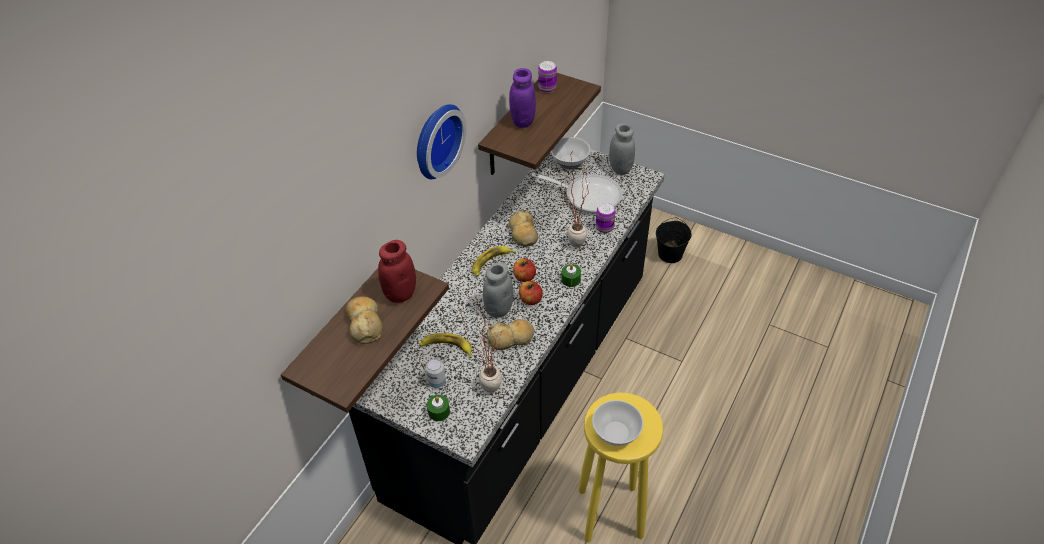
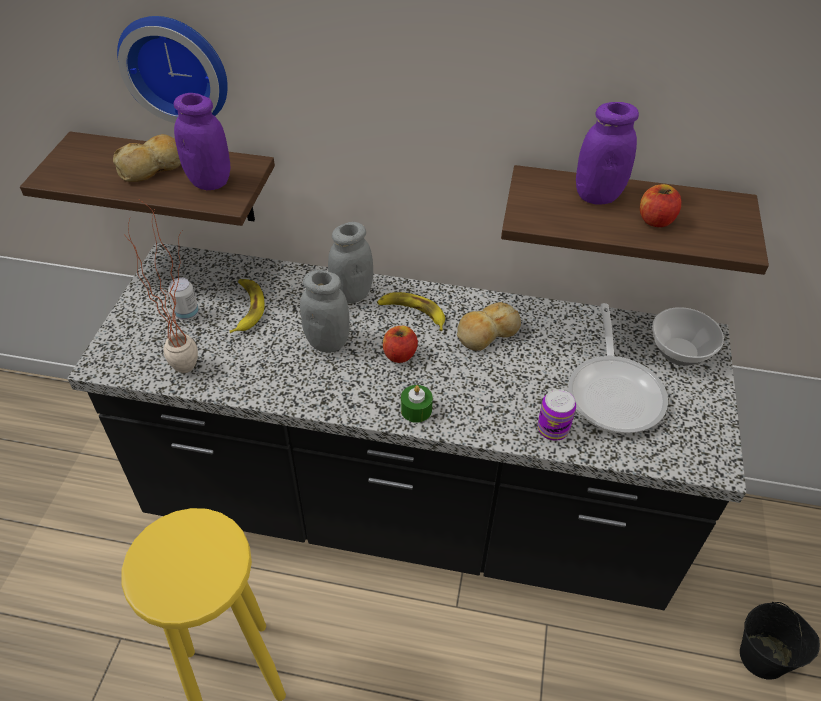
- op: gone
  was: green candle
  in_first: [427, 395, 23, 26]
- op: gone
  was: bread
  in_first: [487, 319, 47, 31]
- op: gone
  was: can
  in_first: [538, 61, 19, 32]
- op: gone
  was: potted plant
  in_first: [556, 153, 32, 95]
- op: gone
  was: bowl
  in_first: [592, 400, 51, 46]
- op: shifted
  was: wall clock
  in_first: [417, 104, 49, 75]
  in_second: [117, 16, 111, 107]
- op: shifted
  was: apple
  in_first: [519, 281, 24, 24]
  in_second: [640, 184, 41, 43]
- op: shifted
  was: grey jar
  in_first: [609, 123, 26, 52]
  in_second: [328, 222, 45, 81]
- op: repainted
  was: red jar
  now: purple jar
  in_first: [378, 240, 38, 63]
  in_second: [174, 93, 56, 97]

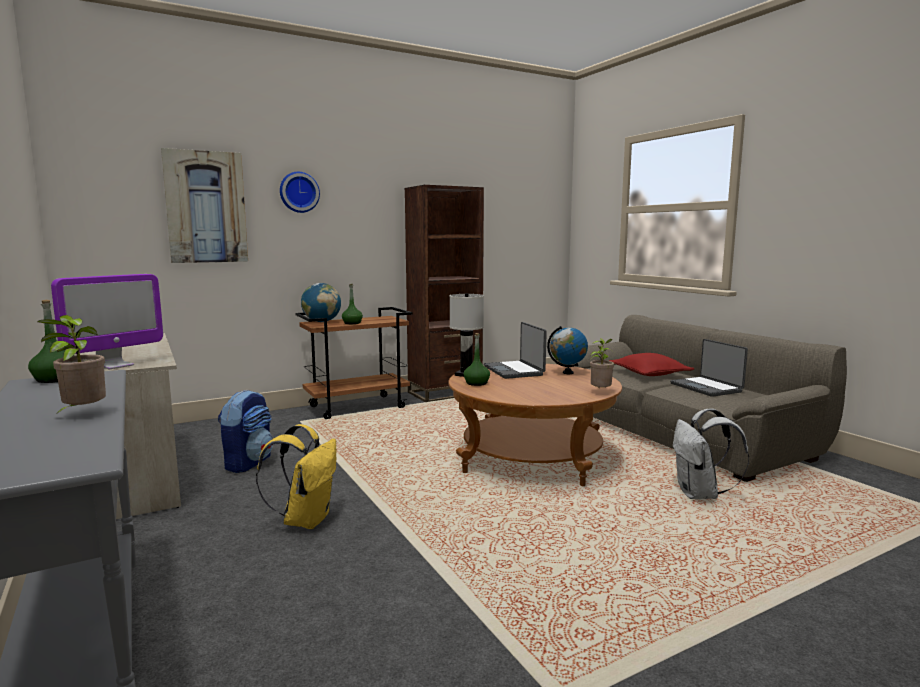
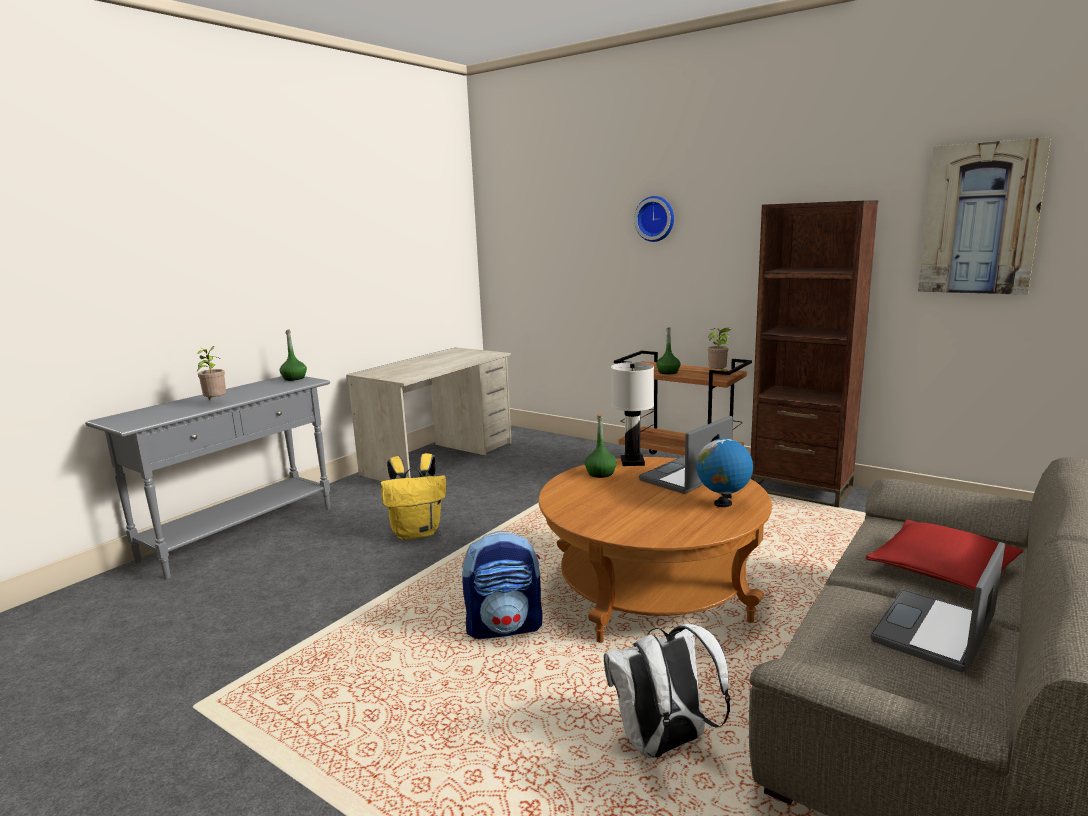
- op: gone
  was: monitor
  in_first: [51, 274, 112, 95]
- op: gone
  was: globe
  in_first: [301, 283, 40, 39]
- op: shifted
  was: picture
  in_first: [161, 148, 87, 115]
  in_second: [918, 137, 133, 158]
- op: shifted
  was: backpack
  in_first: [218, 390, 55, 83]
  in_second: [462, 531, 81, 108]
- op: shifted
  was: potted plant
  in_first: [590, 338, 24, 51]
  in_second: [708, 327, 24, 44]

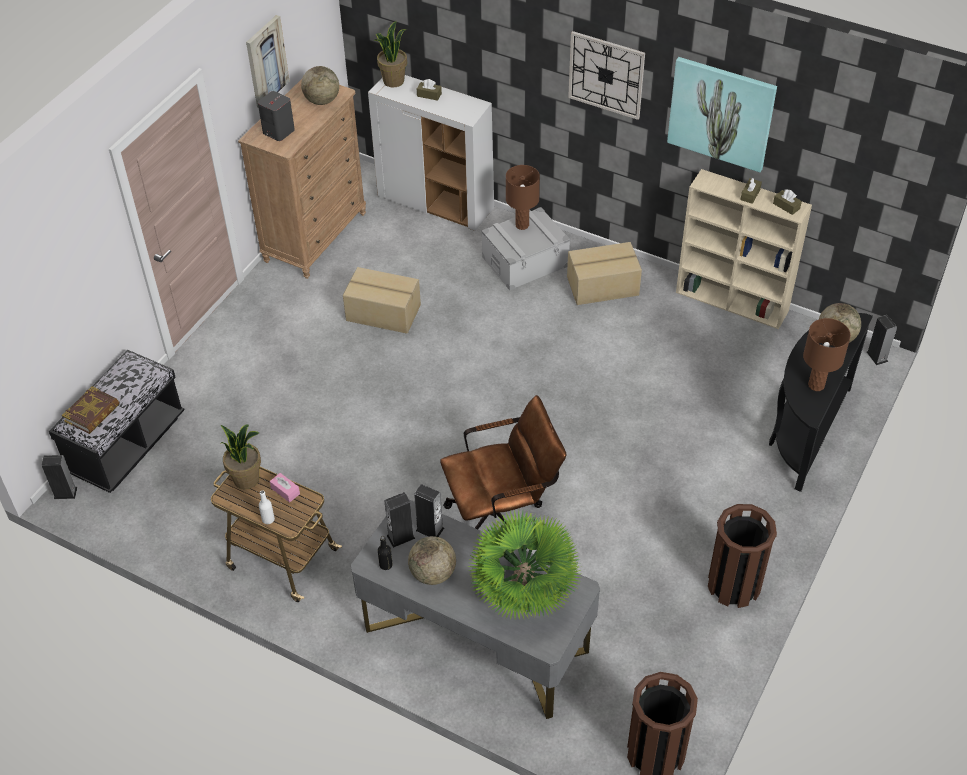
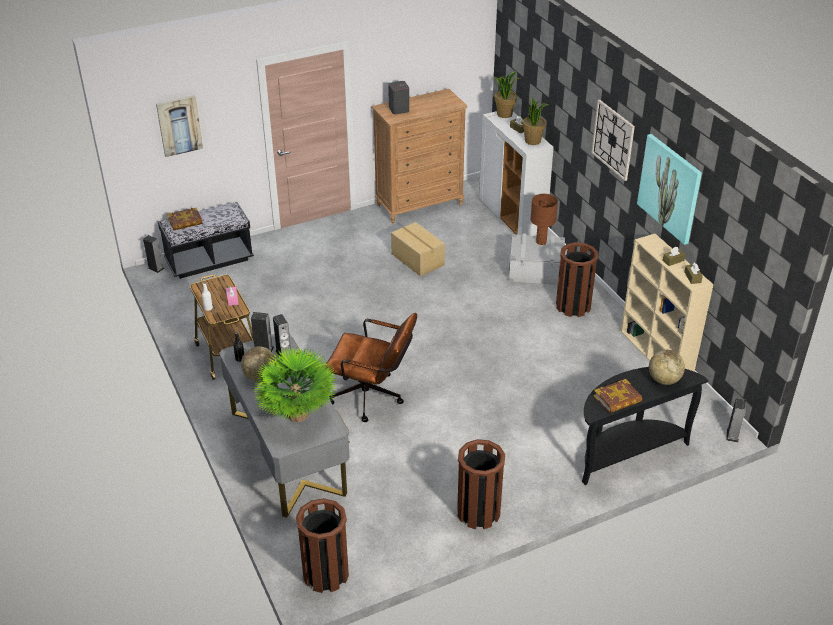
- op: gone
  was: globe
  in_first: [301, 66, 38, 39]
- op: shifted
  was: potted plant
  in_first: [220, 425, 41, 64]
  in_second: [523, 97, 25, 48]
- op: shifted
  was: picture
  in_first: [246, 15, 43, 93]
  in_second: [156, 95, 47, 62]
- op: swapped
  was: cardboard box
  now: brown trash can
  in_first: [567, 242, 75, 63]
  in_second: [556, 242, 42, 75]
- op: swapped
  was: brown table lamp
  now: book
  in_first: [803, 318, 48, 73]
  in_second: [594, 379, 48, 34]

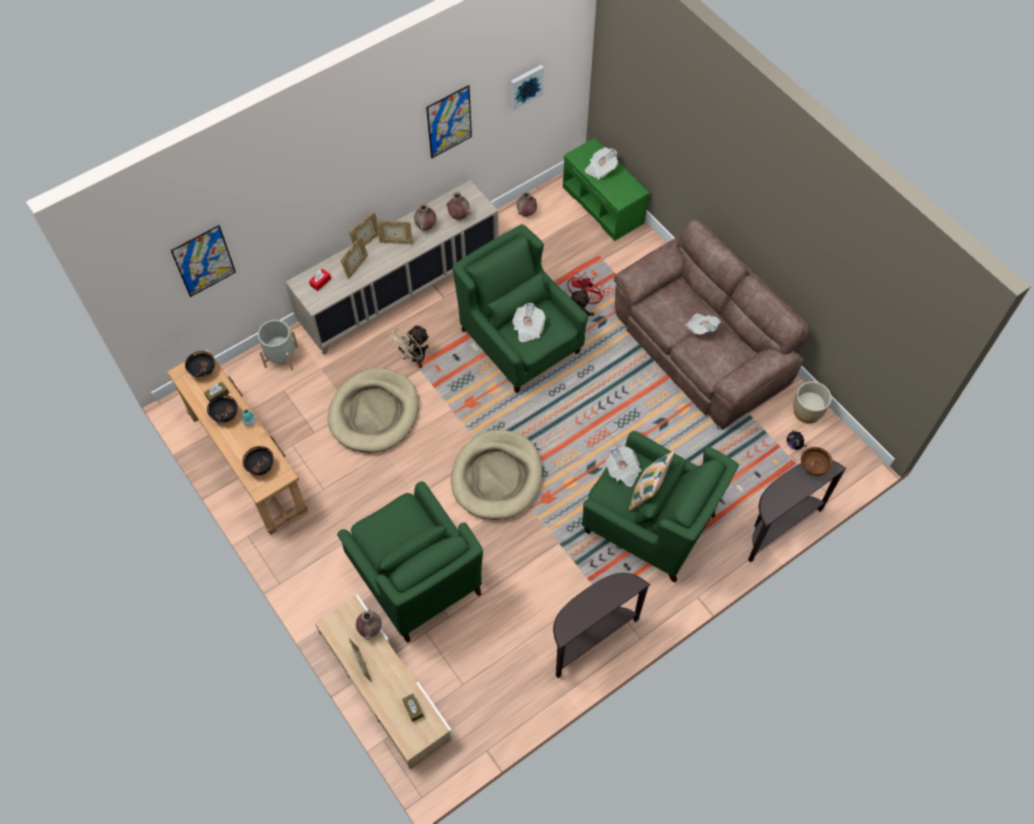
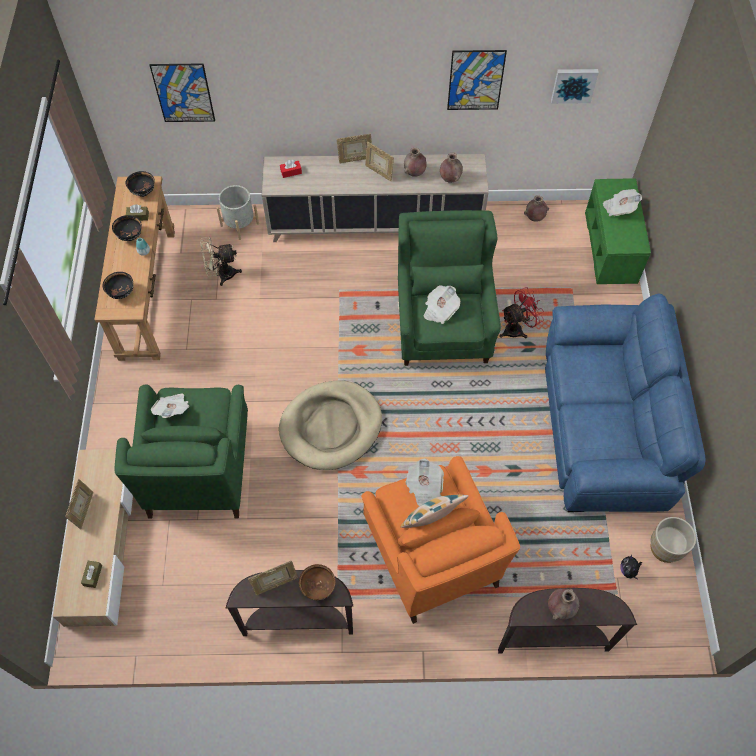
- op: gone
  was: beige dog bed
  in_first: [328, 368, 91, 85]
- op: shifted
  was: picture frame
  in_first: [340, 236, 28, 43]
  in_second: [248, 561, 50, 34]
- op: shifted
  was: brown vase
  in_first: [356, 610, 26, 30]
  in_second: [548, 588, 31, 32]
- op: shifted
  was: beige fan
  in_first: [389, 325, 41, 43]
  in_second: [200, 236, 42, 50]
- op: shifted
  was: newspaper
  in_first: [685, 314, 36, 20]
  in_second: [151, 393, 38, 25]
- op: shifted
  was: brown bowl
  in_first: [801, 447, 31, 29]
  in_second: [299, 564, 37, 36]
- op: repainted
  was: green armchair
  now: orange armchair
  in_first: [582, 431, 157, 152]
  in_second: [361, 456, 159, 168]
- op: repainted
  was: brown sofa
  now: blue sofa
  in_first: [614, 220, 195, 209]
  in_second: [545, 293, 161, 219]

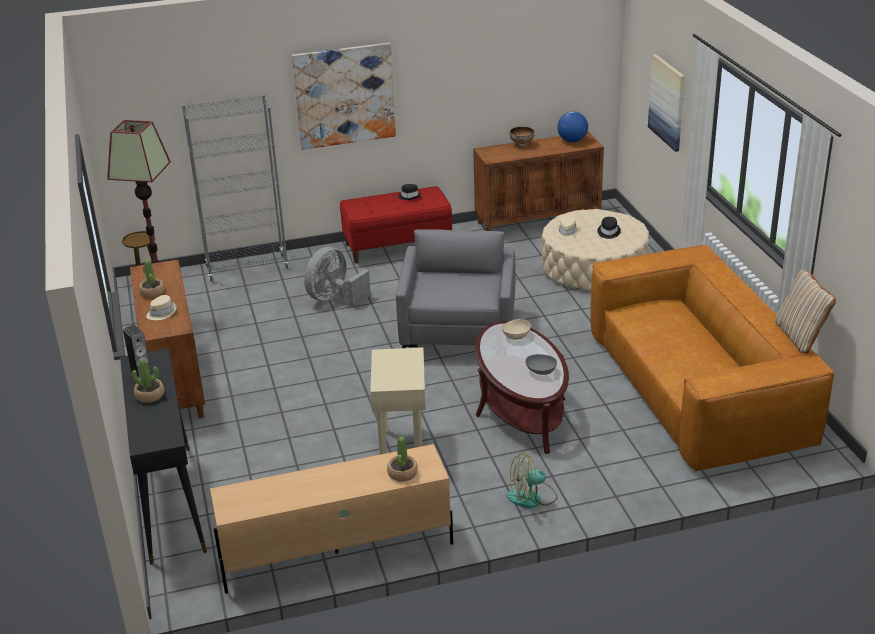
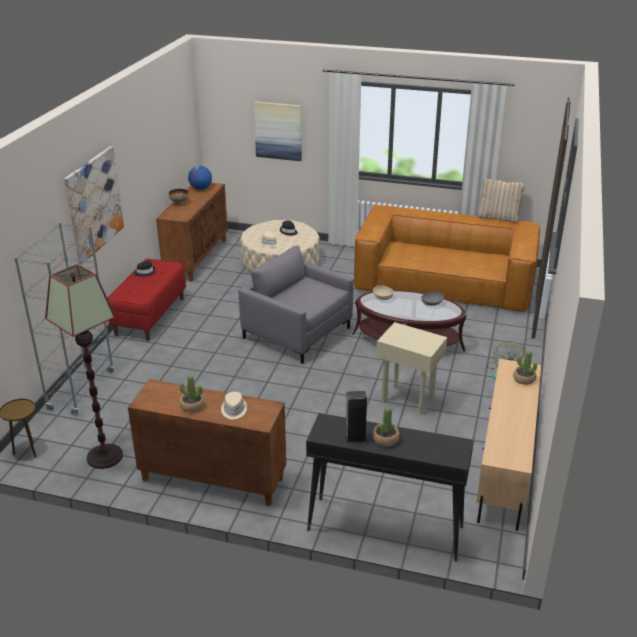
- op: gone
  was: grey fan
  in_first: [304, 247, 67, 60]

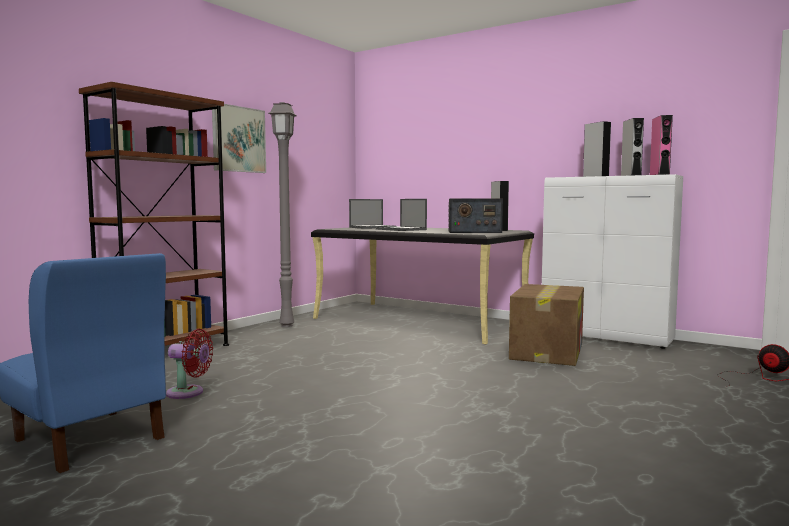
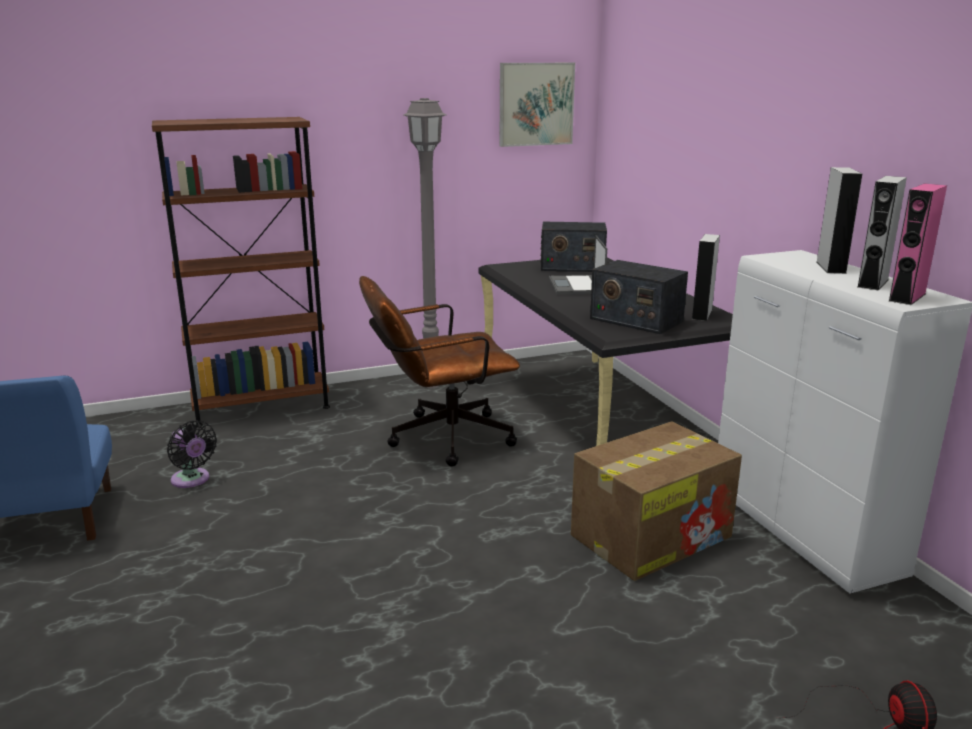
- op: new
  now: brown office chair
  in_second: [359, 276, 161, 191]
- op: shifted
  was: picture
  in_first: [212, 104, 54, 69]
  in_second: [499, 63, 76, 84]
- op: swapped
  was: laptop
  now: radio
  in_first: [349, 199, 48, 30]
  in_second: [540, 222, 67, 50]
- op: repainted
  was: red fan
  now: black fan
  in_first: [166, 329, 47, 70]
  in_second: [167, 421, 50, 67]

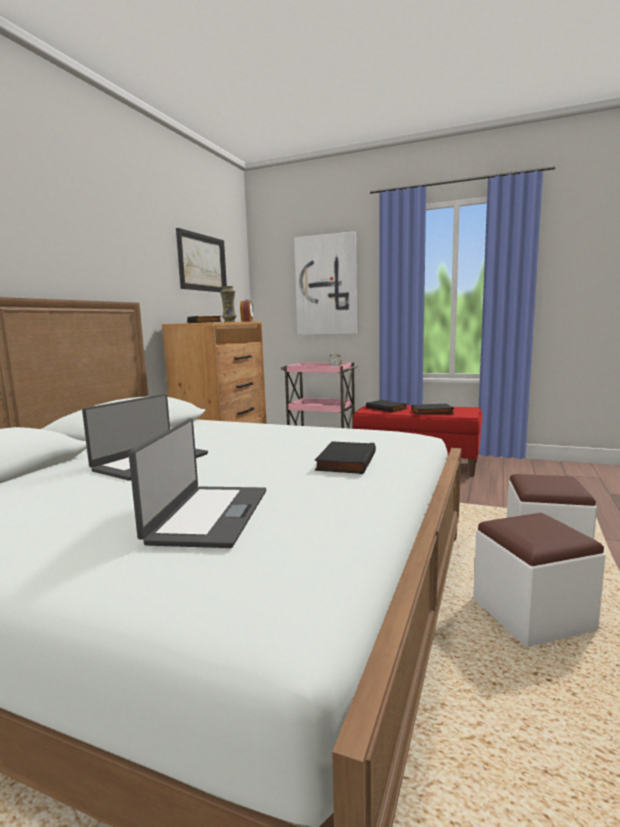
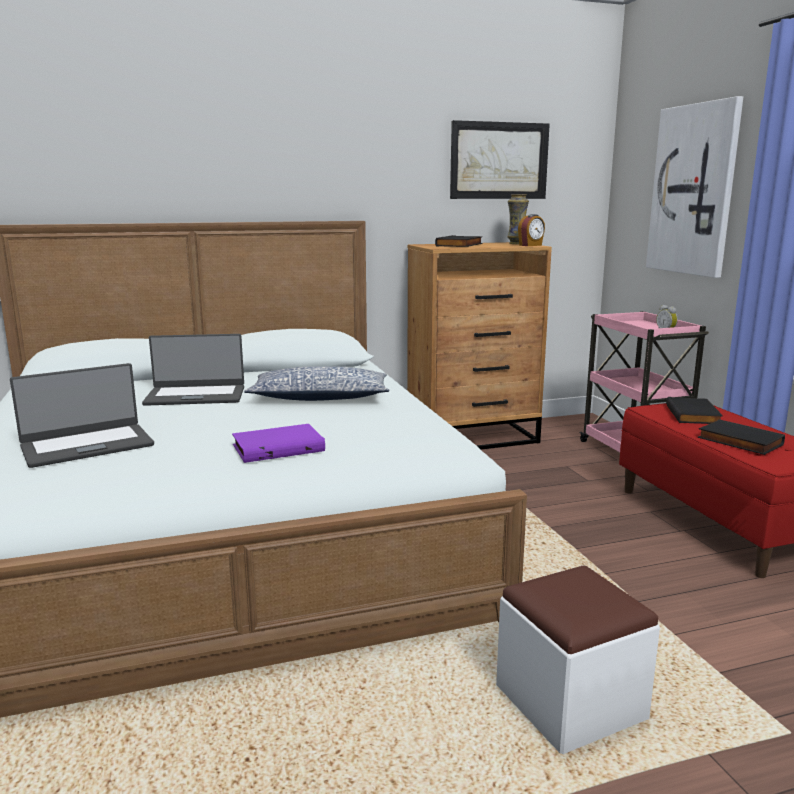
- op: gone
  was: white ottoman
  in_first: [473, 513, 133, 134]
- op: new
  now: pillow
  in_second: [244, 366, 145, 35]
- op: repainted
  was: black book
  now: purple book
  in_first: [315, 441, 61, 33]
  in_second: [232, 424, 93, 39]

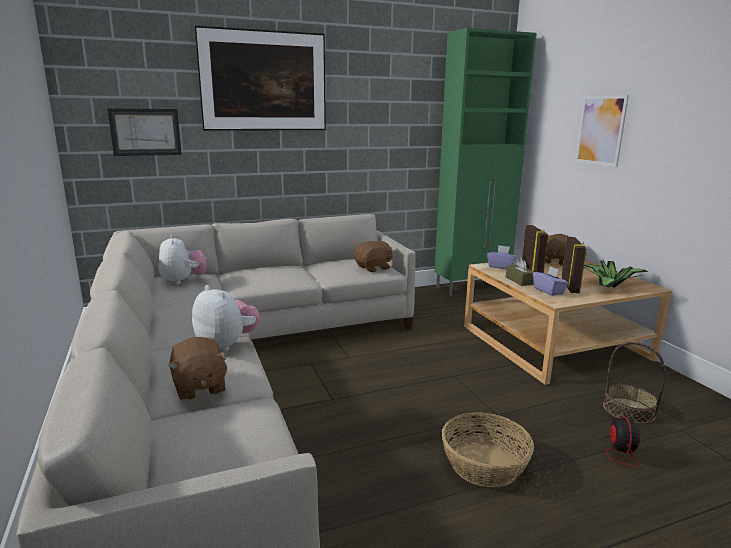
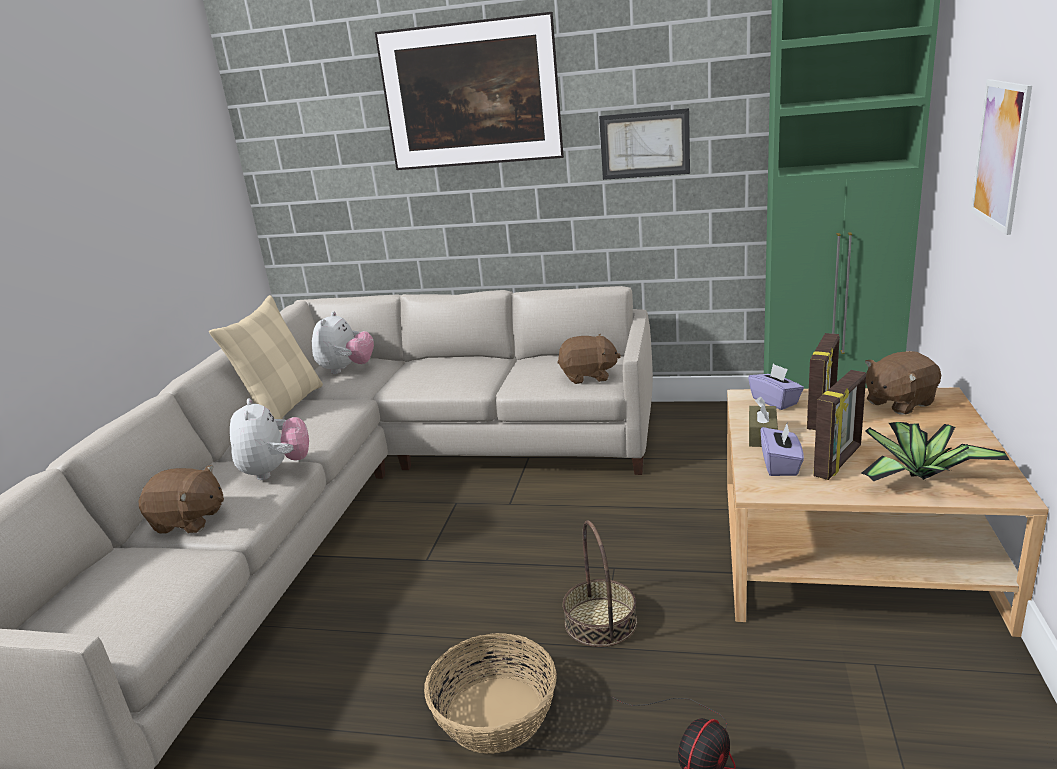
- op: new
  now: beige pillow
  in_second: [209, 295, 114, 124]
- op: shifted
  was: picture
  in_first: [107, 108, 75, 48]
  in_second: [599, 108, 91, 72]
- op: shifted
  was: basket
  in_first: [603, 341, 63, 83]
  in_second: [563, 520, 74, 127]
- op: rotated
  was: brown plush toy
  in_first: [168, 337, 61, 64]
  in_second: [138, 465, 86, 69]
  clockwise: -90

